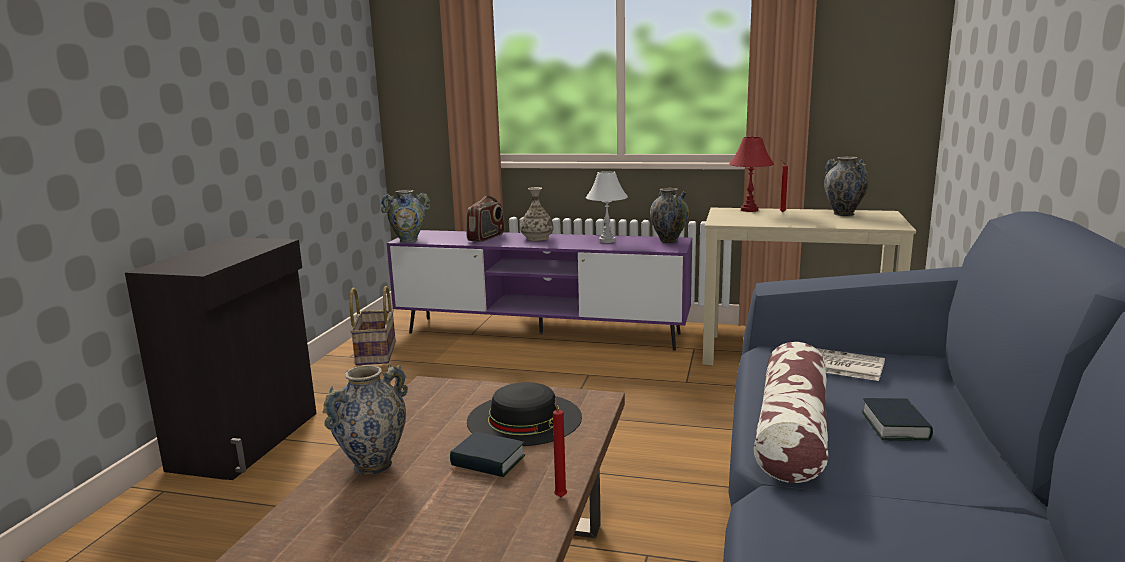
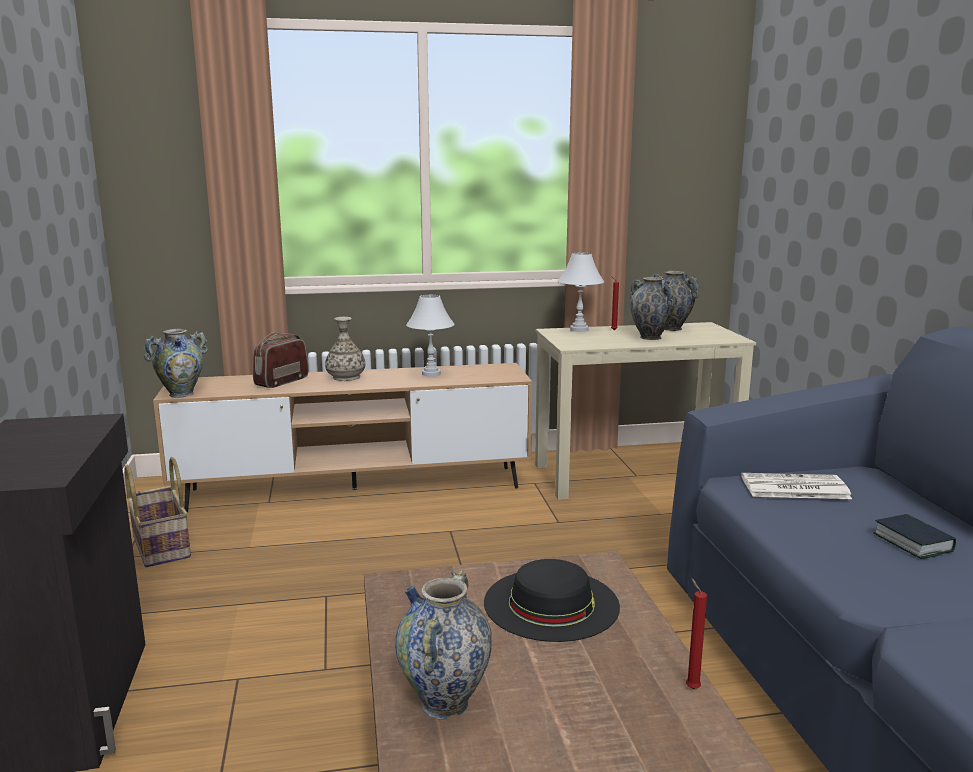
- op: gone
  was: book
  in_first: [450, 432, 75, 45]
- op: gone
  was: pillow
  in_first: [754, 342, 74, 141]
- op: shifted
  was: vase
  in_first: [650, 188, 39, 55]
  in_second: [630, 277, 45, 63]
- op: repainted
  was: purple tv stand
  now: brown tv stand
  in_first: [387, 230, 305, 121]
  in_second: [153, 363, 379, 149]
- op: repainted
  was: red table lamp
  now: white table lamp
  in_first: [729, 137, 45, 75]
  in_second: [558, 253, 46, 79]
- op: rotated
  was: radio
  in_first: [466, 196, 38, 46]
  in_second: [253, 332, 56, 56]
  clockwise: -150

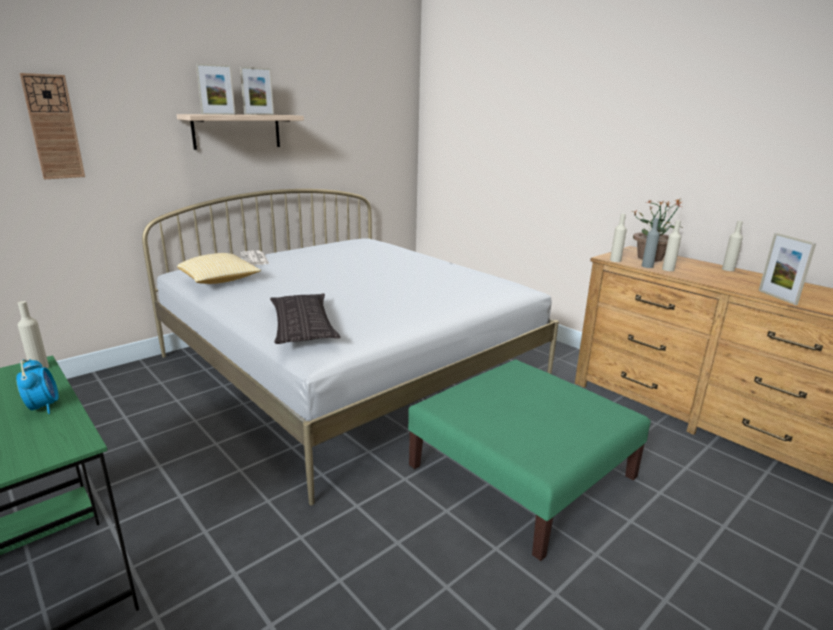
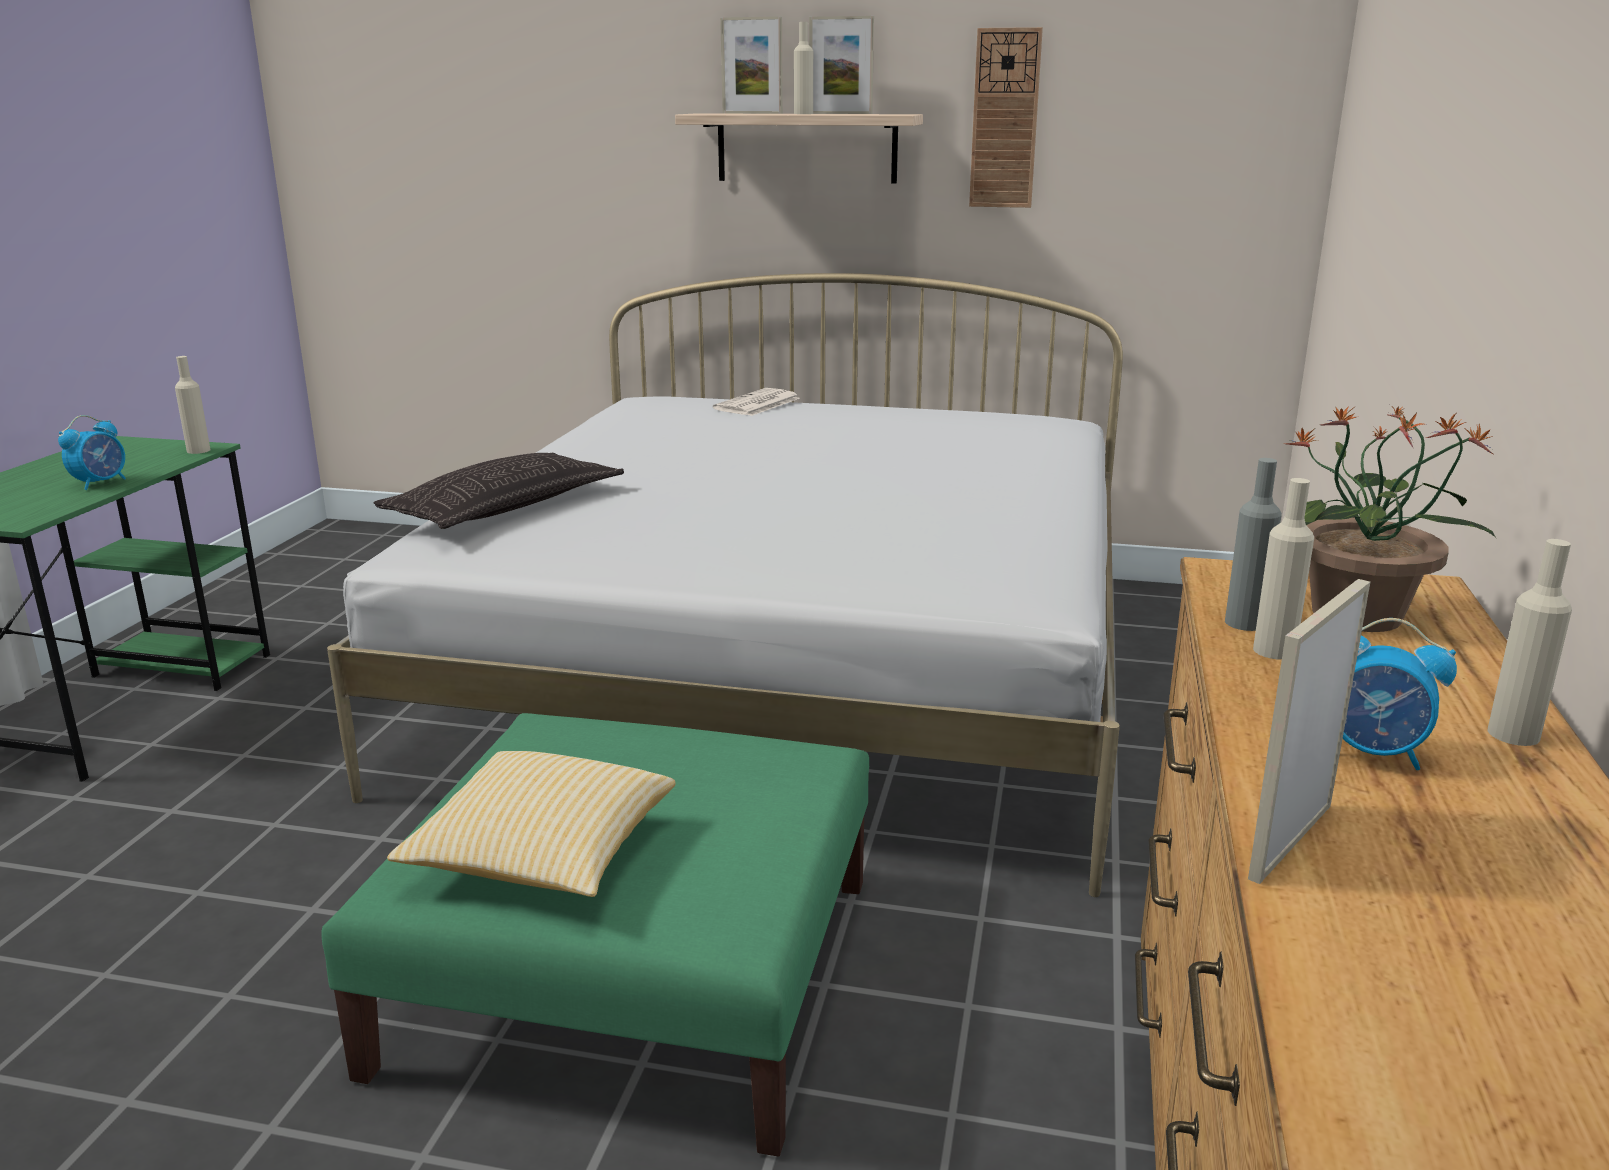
- op: new
  now: alarm clock
  in_second: [1343, 618, 114, 152]
- op: shifted
  was: wall clock
  in_first: [19, 73, 66, 106]
  in_second: [969, 27, 74, 181]
- op: shifted
  was: pillow
  in_first: [177, 253, 84, 31]
  in_second: [387, 751, 289, 146]
- op: shifted
  was: beige bottle
  in_first: [610, 214, 17, 48]
  in_second: [794, 22, 19, 92]

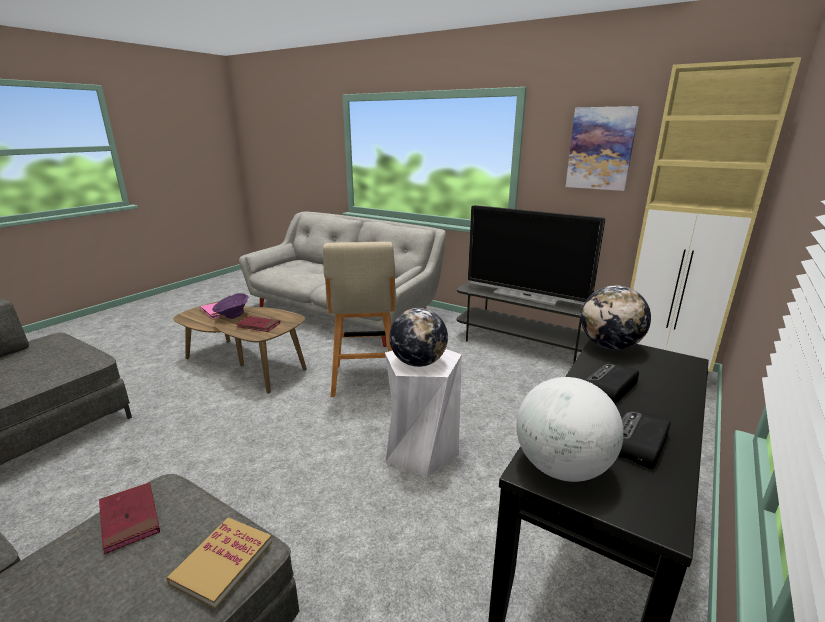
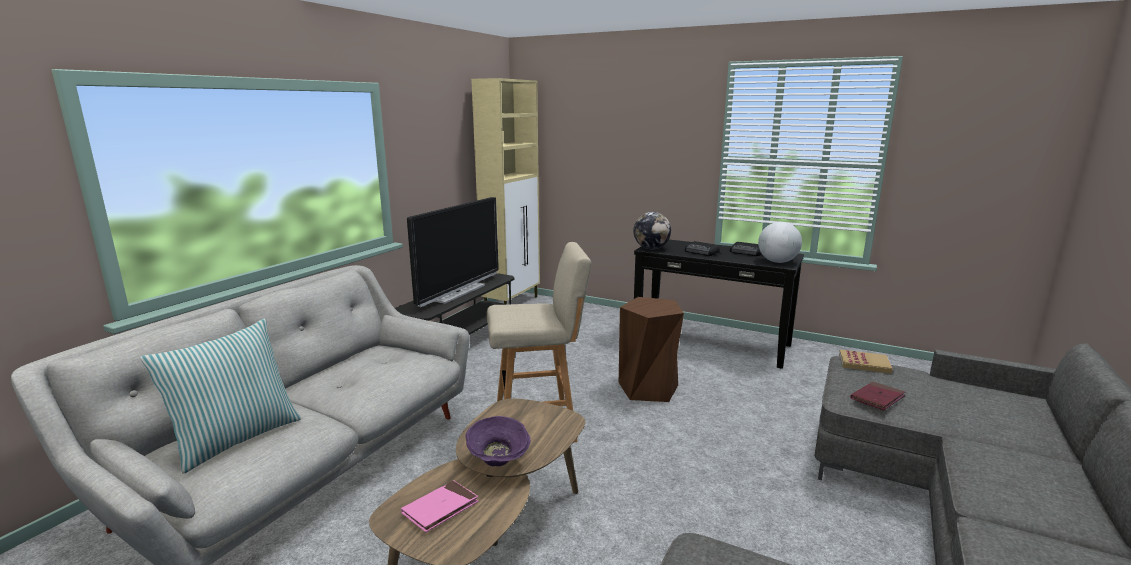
- op: gone
  was: red book
  in_first: [236, 316, 44, 16]
- op: gone
  was: globe
  in_first: [389, 308, 59, 59]
- op: gone
  was: picture
  in_first: [566, 106, 74, 85]
- op: new
  now: pillow
  in_second: [140, 318, 161, 156]
- op: repainted
  was: white stool
  now: brown stool
  in_first: [385, 349, 77, 128]
  in_second: [619, 297, 65, 105]

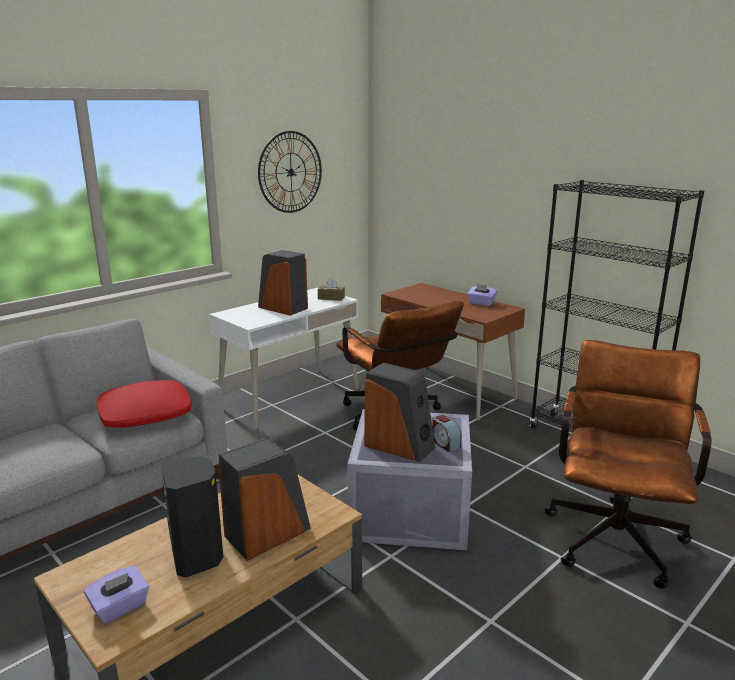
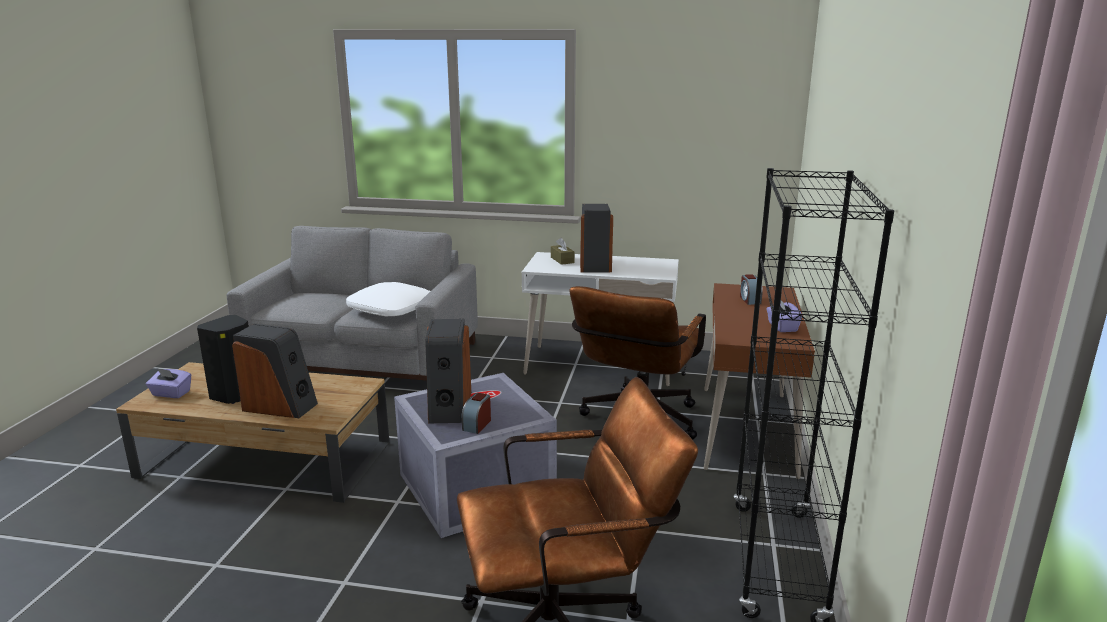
- op: gone
  was: wall clock
  in_first: [258, 131, 64, 82]
- op: new
  now: alarm clock
  in_second: [740, 274, 23, 31]
- op: shifted
  was: brown tissue box
  in_first: [318, 278, 27, 23]
  in_second: [551, 238, 24, 27]
- op: repainted
  was: red pillow
  now: white pillow
  in_first: [97, 380, 95, 48]
  in_second: [346, 282, 84, 34]

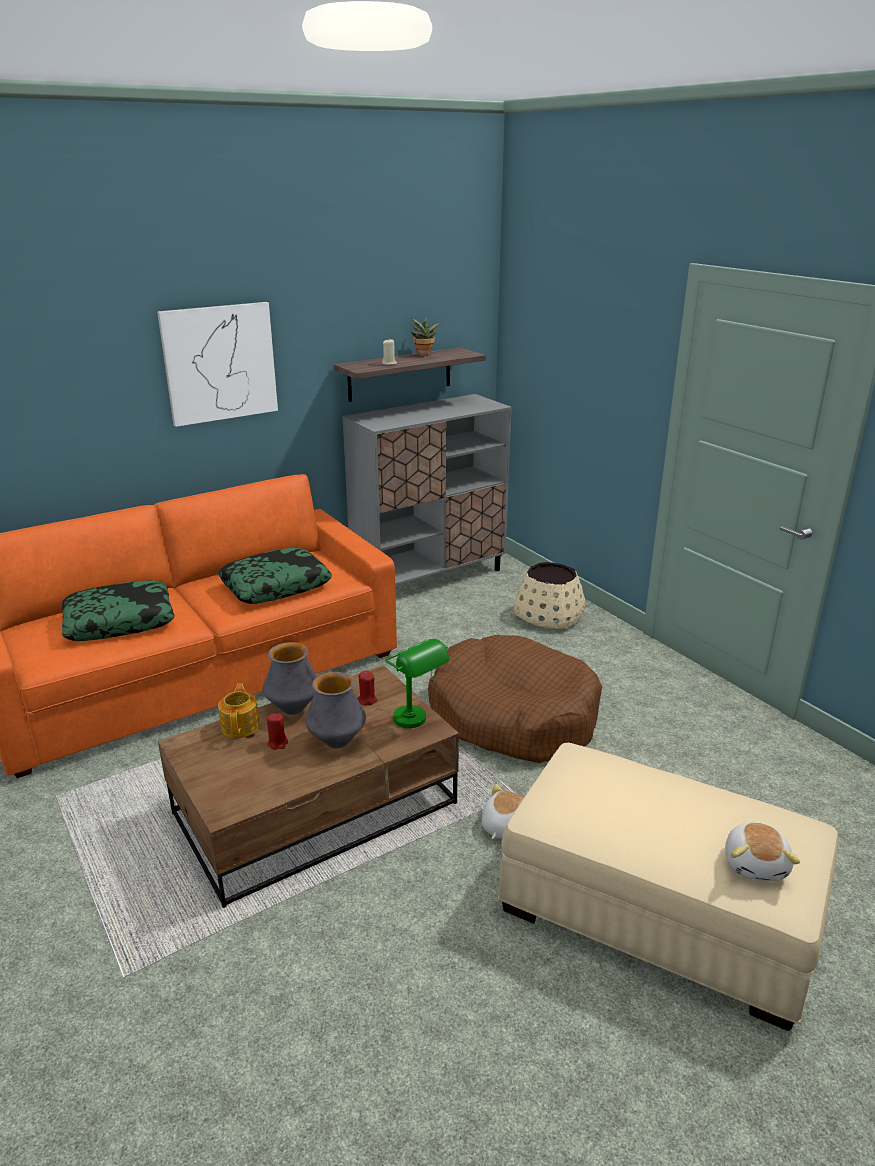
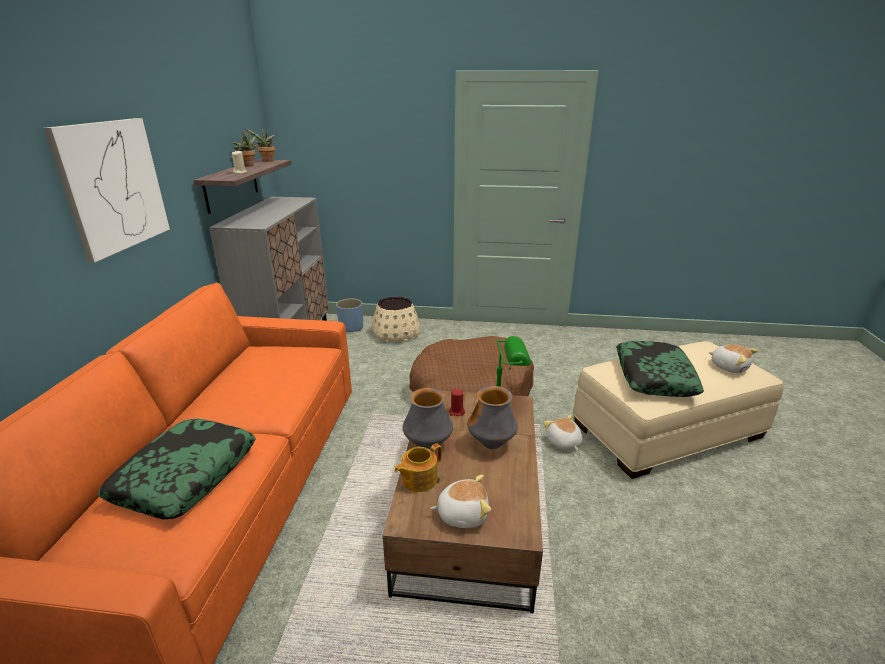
- op: gone
  was: red candle
  in_first: [267, 713, 21, 37]
- op: new
  now: potted plant
  in_second: [246, 129, 30, 33]
- op: new
  now: blue planter
  in_second: [336, 298, 27, 34]
- op: new
  now: plush toy
  in_second: [430, 475, 61, 53]
- op: shifted
  was: pillow
  in_first: [218, 547, 114, 57]
  in_second: [616, 341, 88, 56]
- op: rotated
  was: teapot
  in_first: [218, 683, 42, 55]
  in_second: [395, 443, 47, 49]
  clockwise: -75

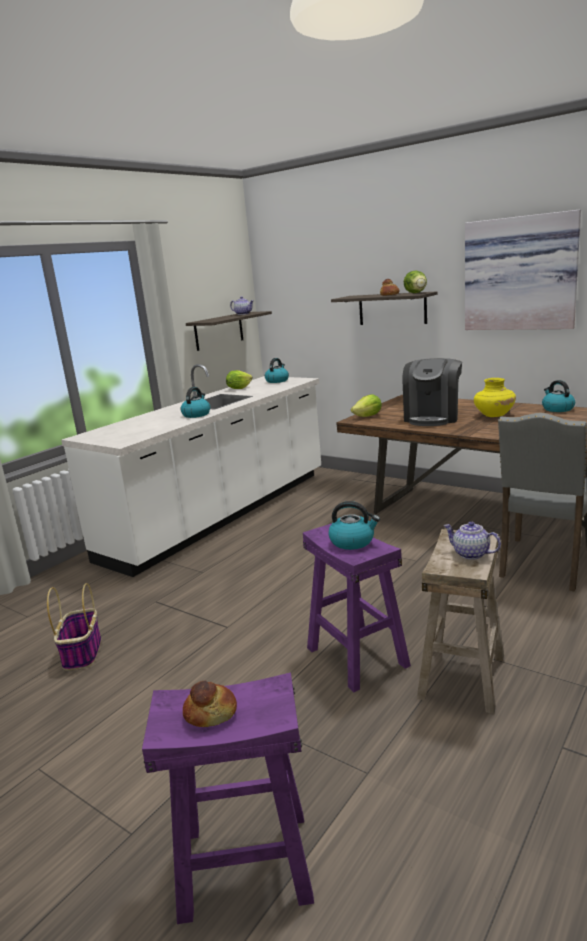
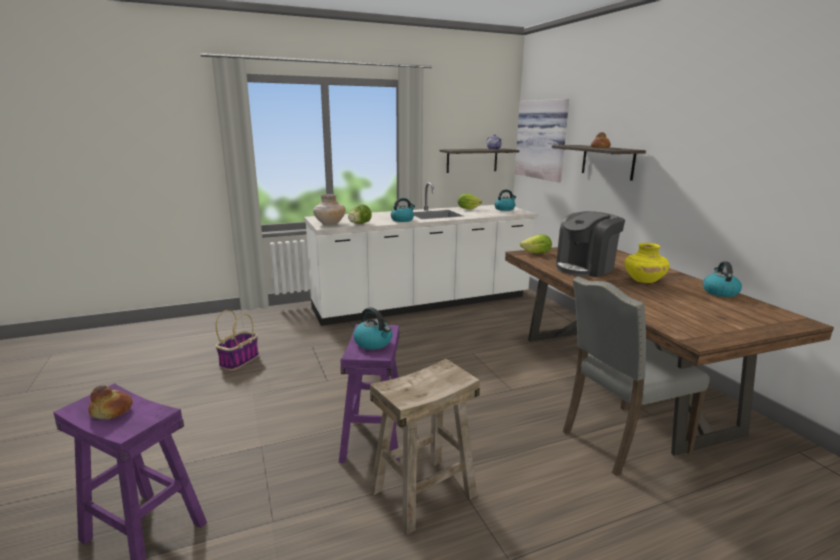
- op: gone
  was: teapot
  in_first: [444, 521, 57, 39]
- op: new
  now: beige vase
  in_second: [313, 194, 33, 31]
- op: shifted
  was: lettuce
  in_first: [404, 270, 23, 23]
  in_second: [348, 205, 24, 19]
- op: shifted
  was: picture
  in_first: [465, 210, 116, 120]
  in_second: [515, 99, 54, 83]

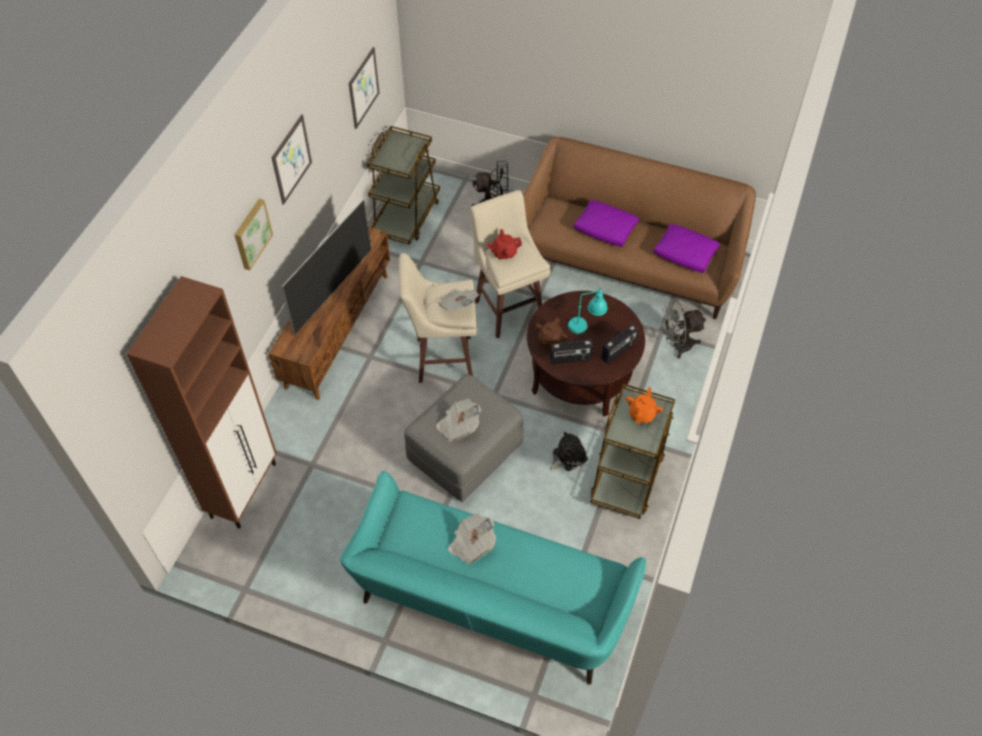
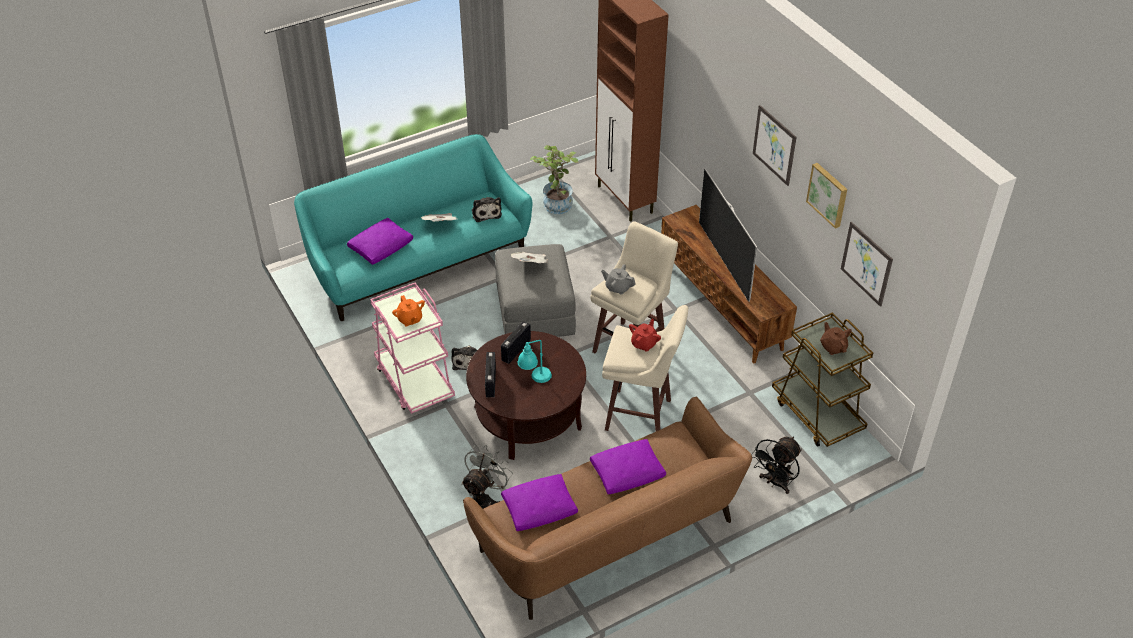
- op: new
  now: purple pillow
  in_second: [347, 218, 66, 47]
- op: new
  now: plush toy
  in_second: [472, 197, 30, 25]
- op: new
  now: potted plant
  in_second: [530, 145, 49, 69]
- op: shifted
  was: picture
  in_first: [234, 199, 39, 71]
  in_second: [806, 163, 41, 66]
- op: shifted
  was: brown teapot
  in_first: [535, 318, 32, 30]
  in_second: [820, 322, 32, 33]
- op: swapped
  was: newspaper
  now: grey teapot
  in_first: [437, 289, 42, 23]
  in_second: [601, 264, 34, 31]
- op: repainted
  was: brown cart
  now: pink cart
  in_first: [590, 384, 85, 135]
  in_second: [370, 282, 85, 132]

